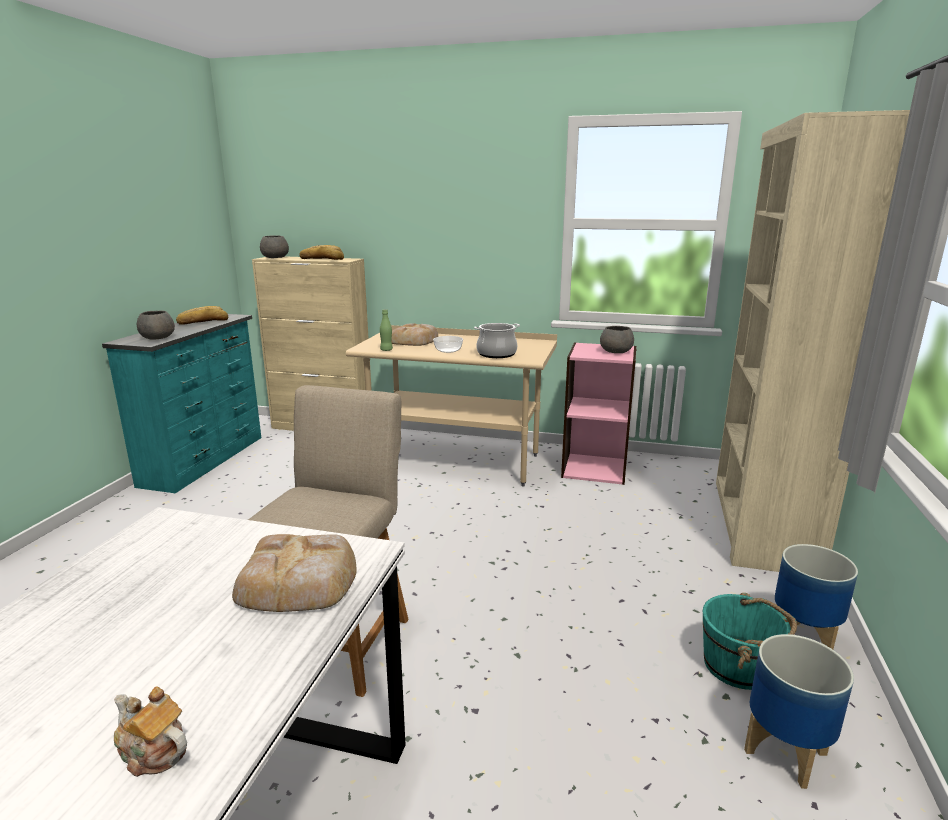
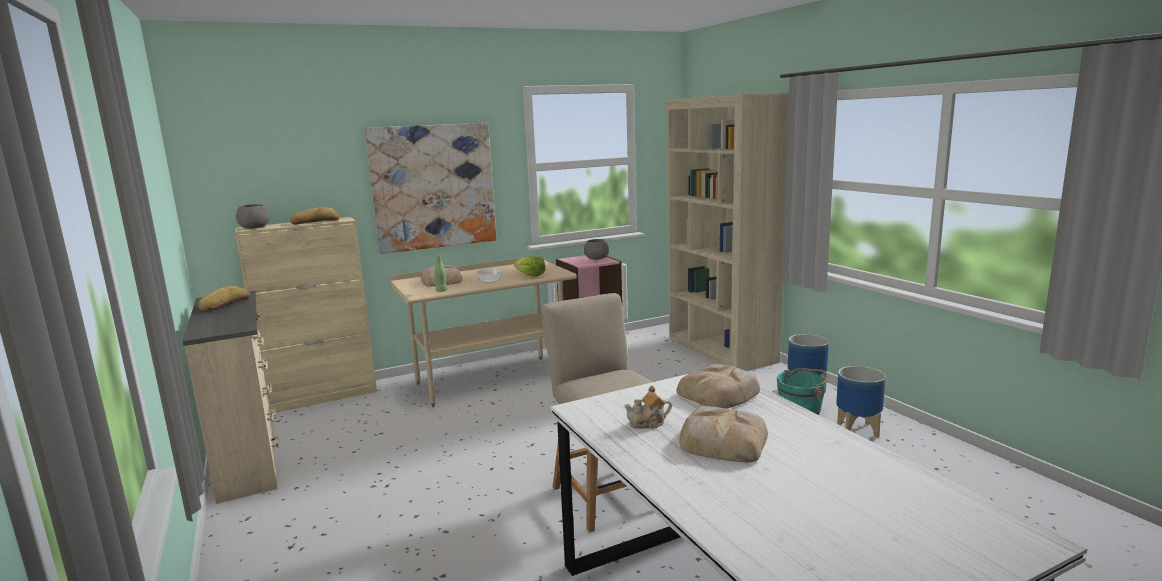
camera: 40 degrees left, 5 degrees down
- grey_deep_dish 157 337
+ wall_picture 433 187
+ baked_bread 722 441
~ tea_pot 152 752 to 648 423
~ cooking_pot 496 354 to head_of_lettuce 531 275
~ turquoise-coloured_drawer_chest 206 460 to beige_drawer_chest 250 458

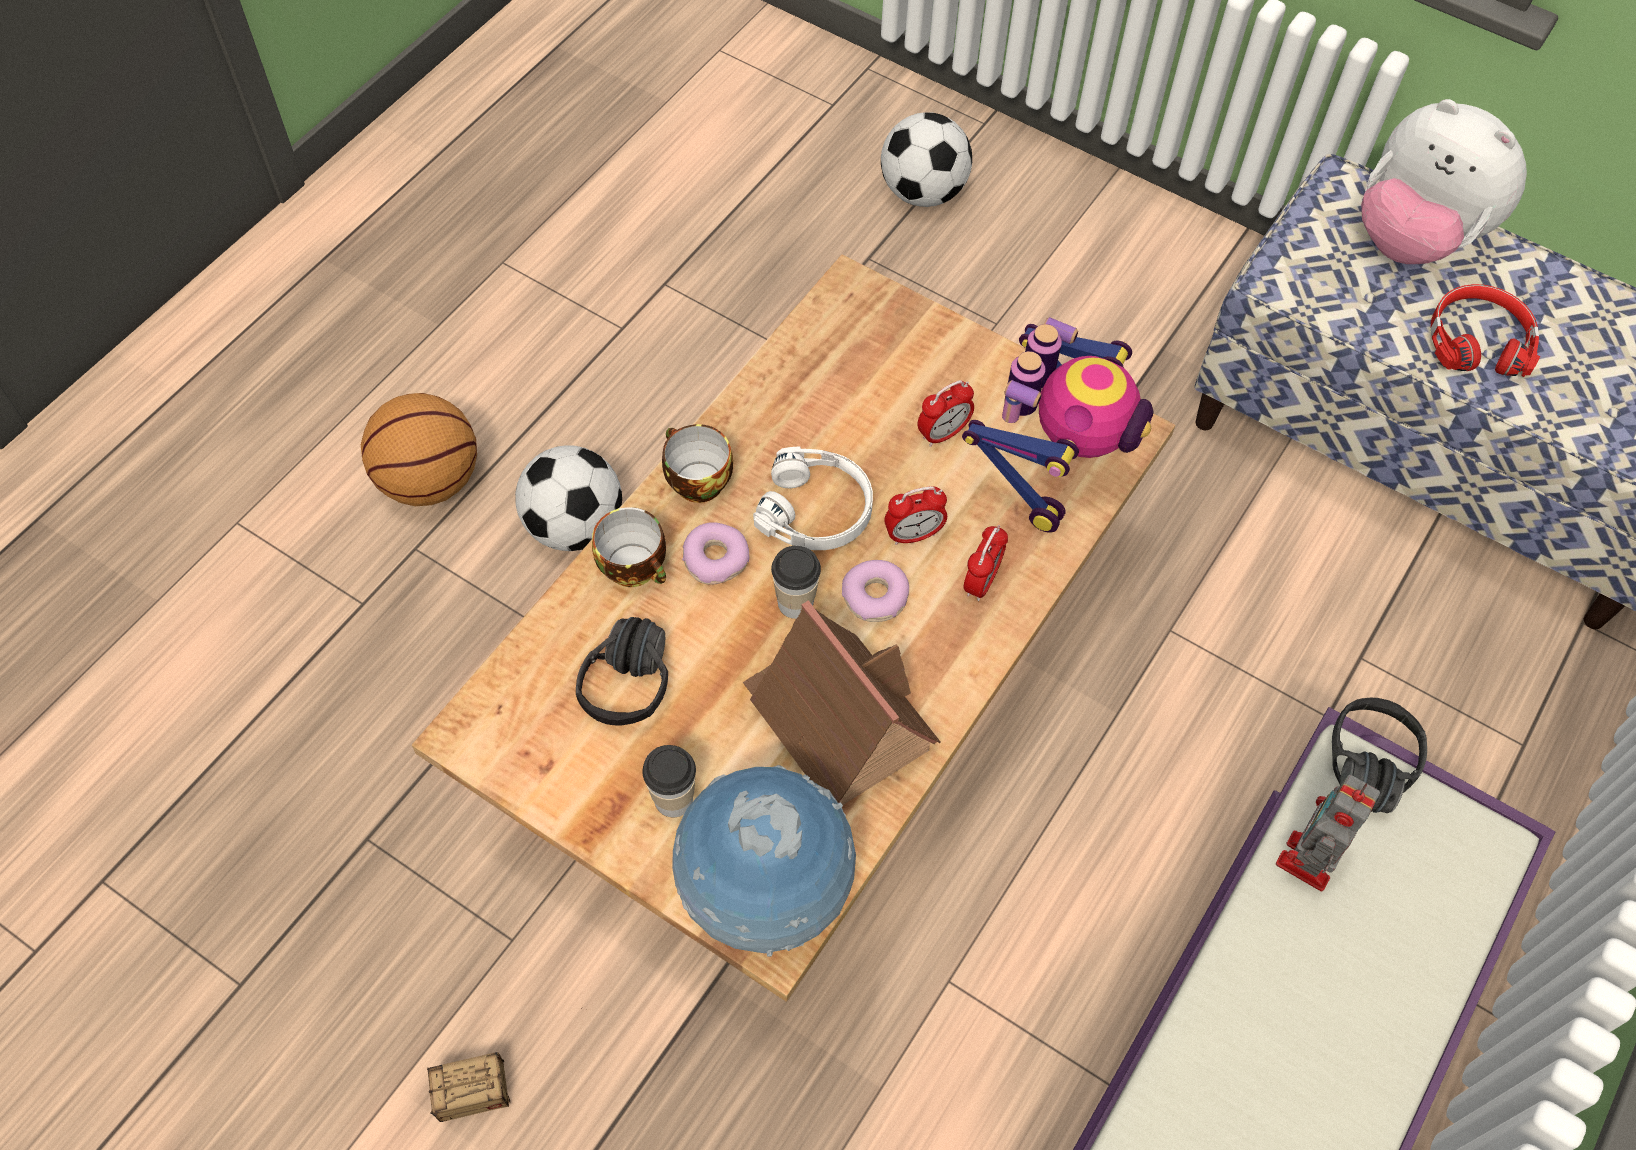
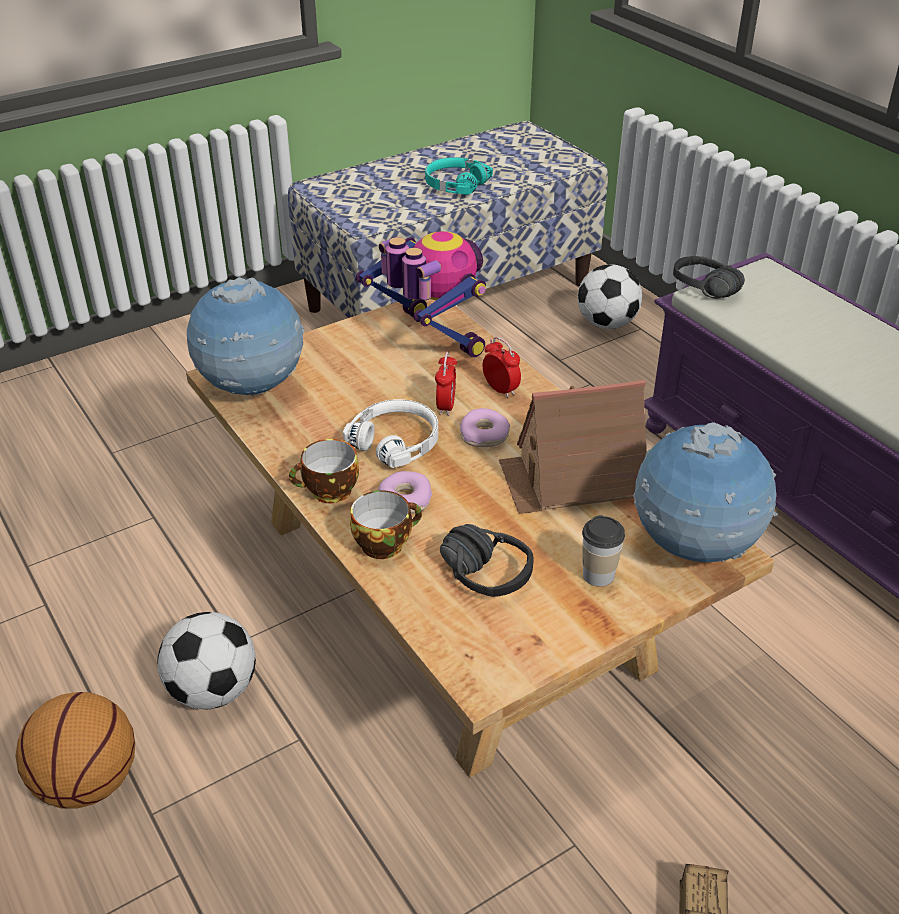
camera: 65 degrees left, 20 degrees down
- drinking_cup 795 602
- bedside_clock 943 434
- model_robot 1306 863
- soft_toy 1414 238
+ desk_globe 252 389
~ football 923 192 to 606 324
~ reddish_pair_of_headphones 1477 340 to turquoise-coloured_pair_of_headphones 455 184

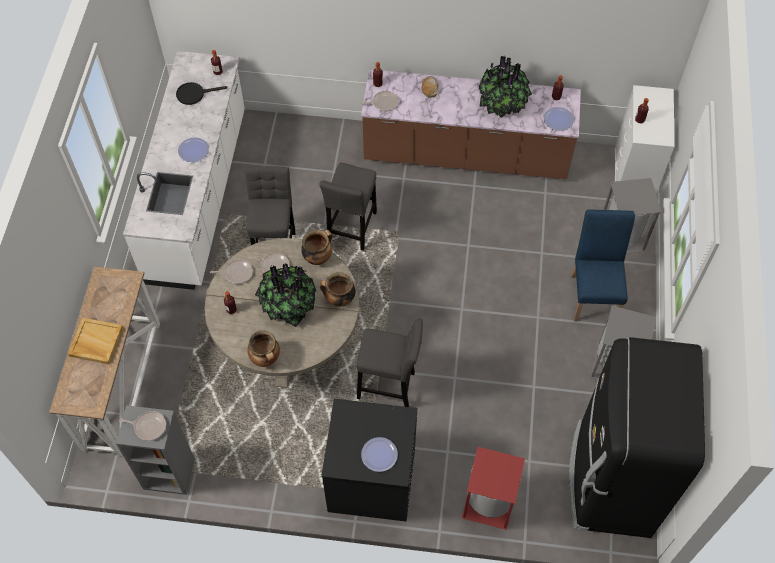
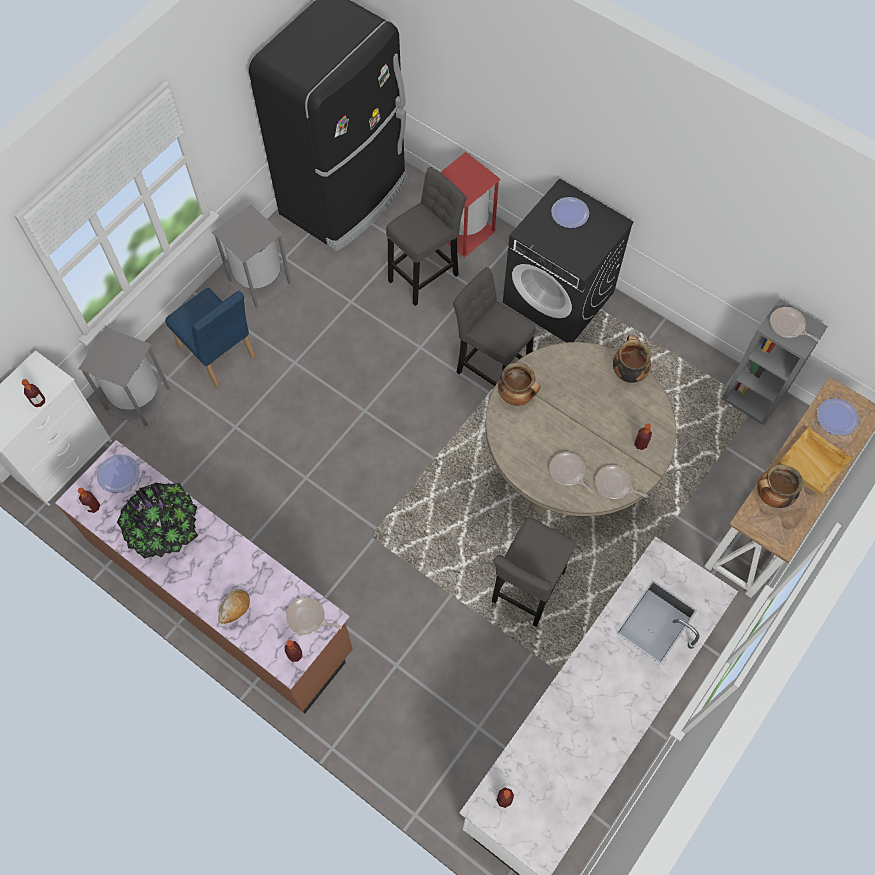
camera: 150 degrees left, 5 degrees up
- black_frying_pan 194 94
- houseplant 288 305
~ dinner_plate 193 150 to 837 417
~ cooking_pot 318 257 to 771 497
~ grey_sitting_stool 351 229 to 426 275
~ blue-coloured_upright_chair 594 294 = 220 356 75 degrees counterclockwise

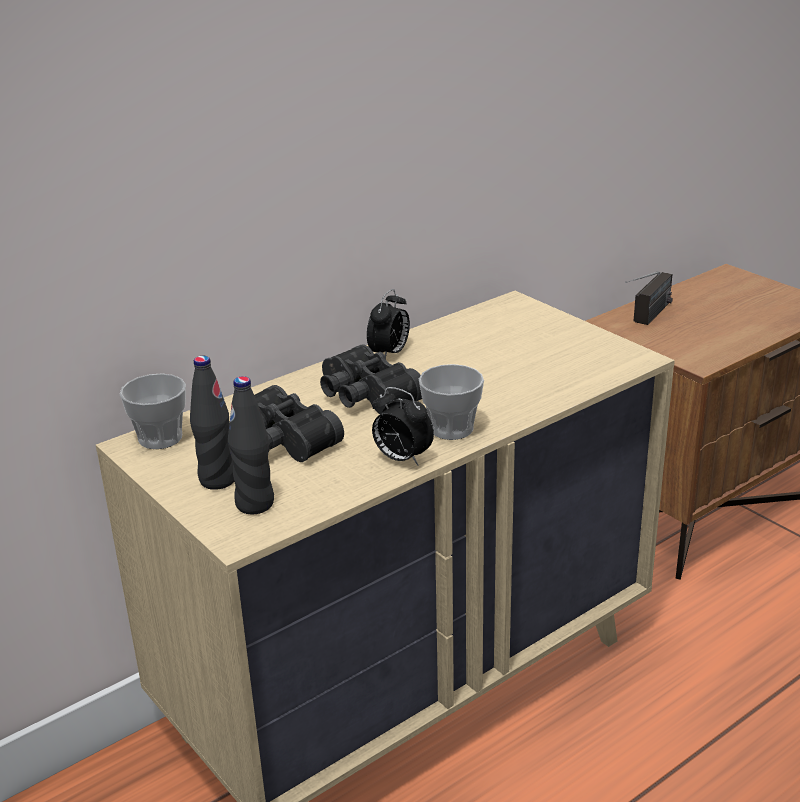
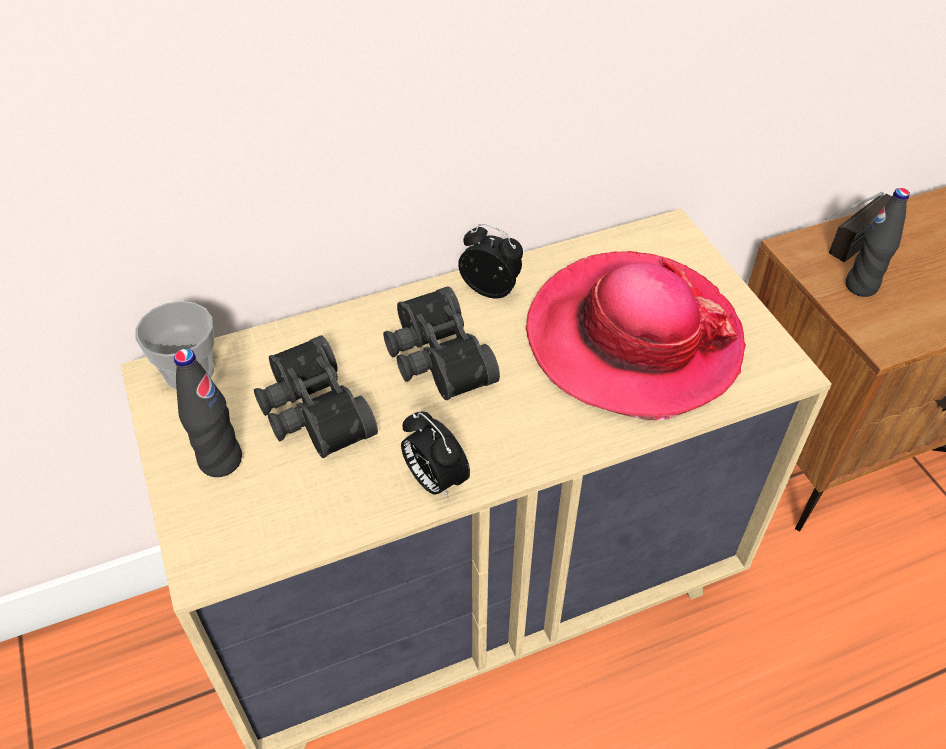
camera: 15 degrees right, 20 degrees up
- drinking_cup 451 429
+ clothing_hat 633 339
~ black_beverage_bottle 255 504 to 861 286
~ bedside_clock 389 354 = 491 289 105 degrees counterclockwise

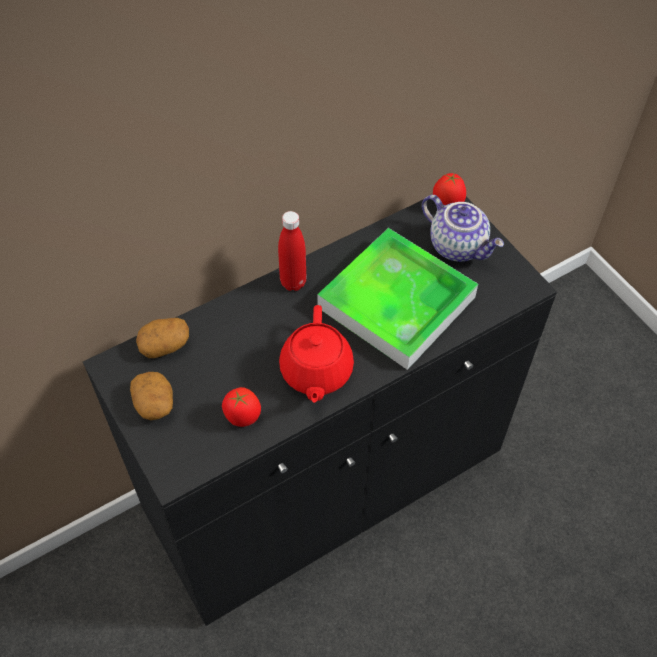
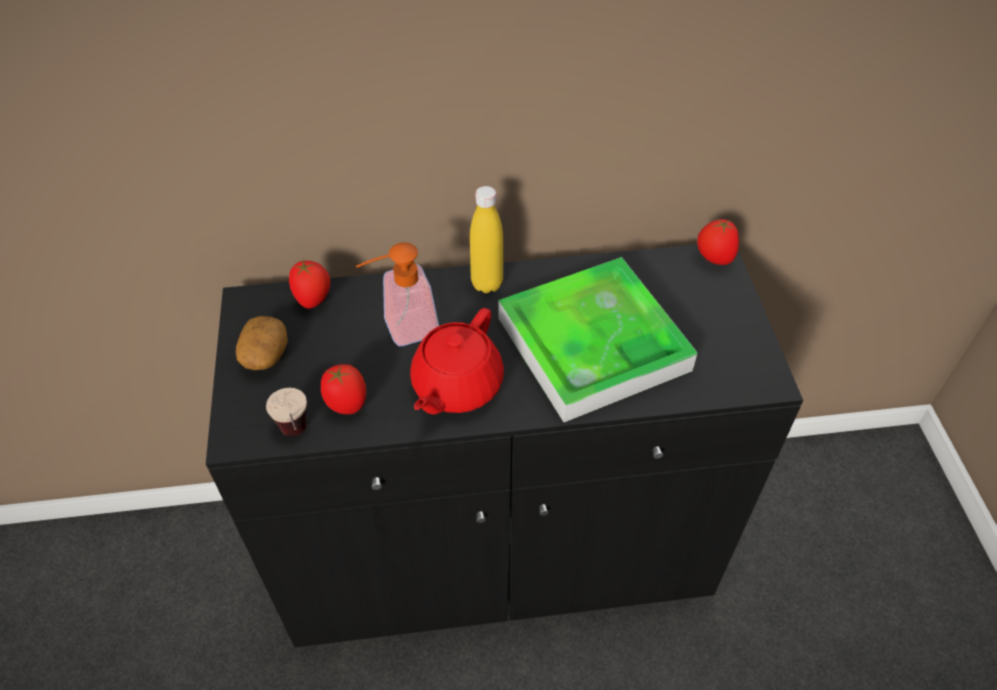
camera: 25 degrees right, 5 degrees down
- tea_pot 458 246
+ drinking_cup 297 438
+ liquid_soap_bottle 401 330
~ spud 165 344 to whole_tomato 313 300
~ reddish_beverage_bottle 293 282 to yellow-coloured_beverage_bottle 487 283

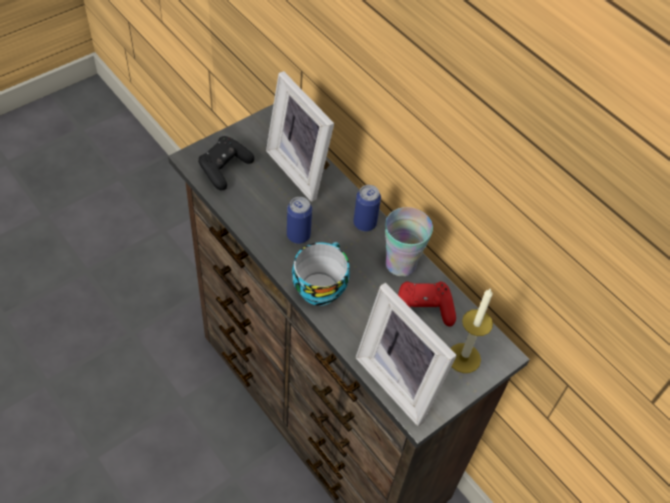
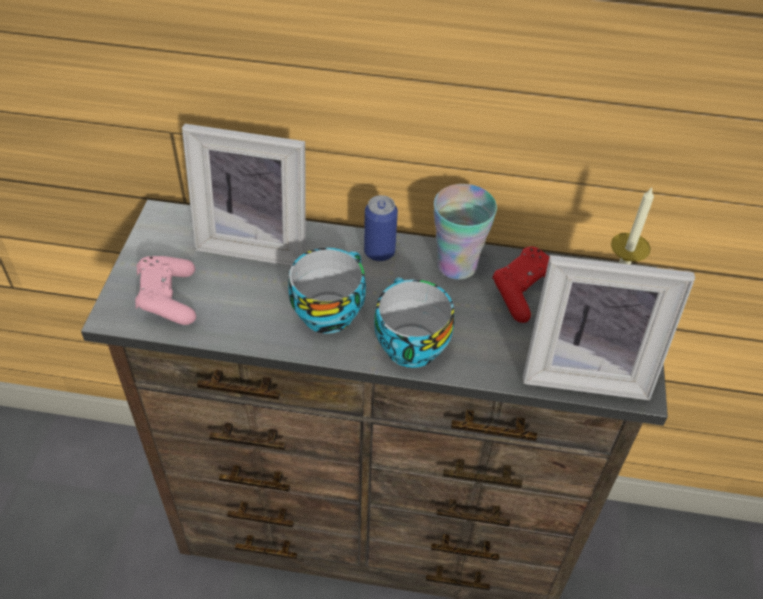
camera: 40 degrees left, 5 degrees down
~ sealed_can 298 235 to drinking_cup 328 310
~ black_joypad 224 169 to pink-coloured_joypad 168 299

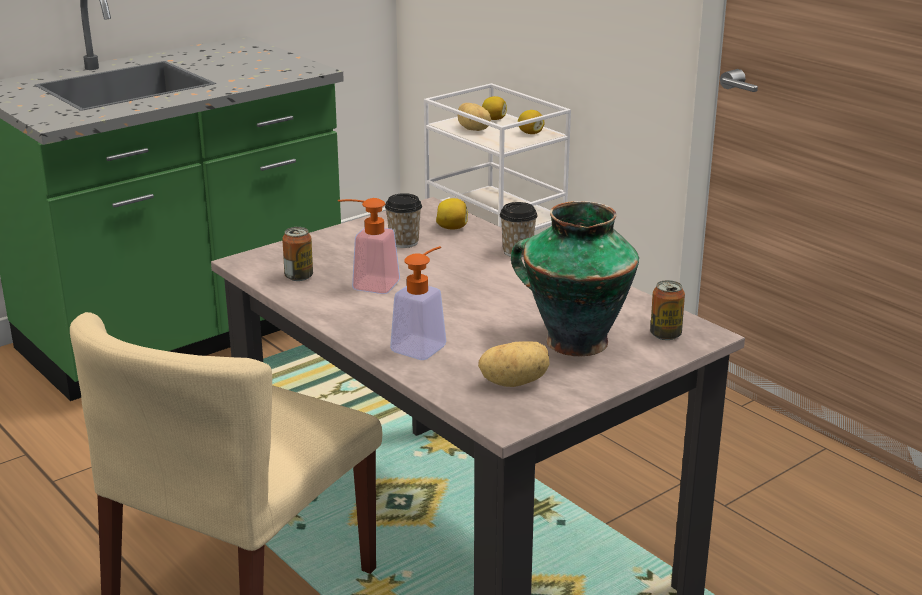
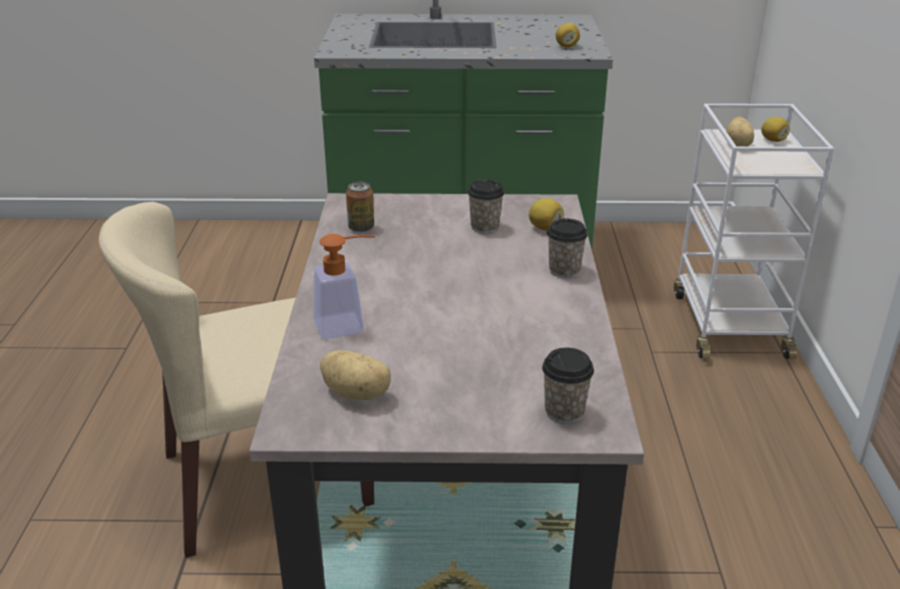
camera: 40 degrees right, 5 degrees up
- liquid_soap_bottle 368 284
- vase 573 341
~ lemon 530 133 to 566 46
~ sealed_can 665 335 to drinking_cup 564 412

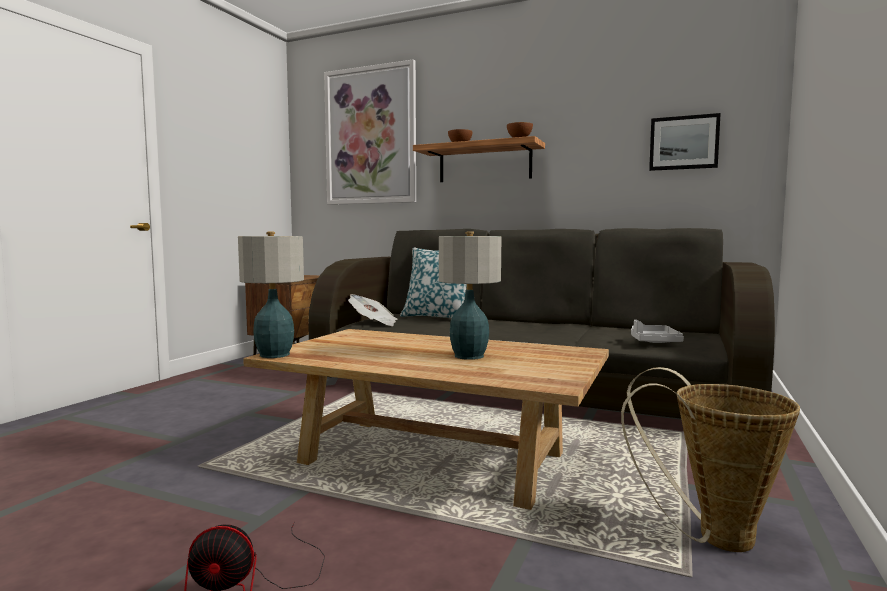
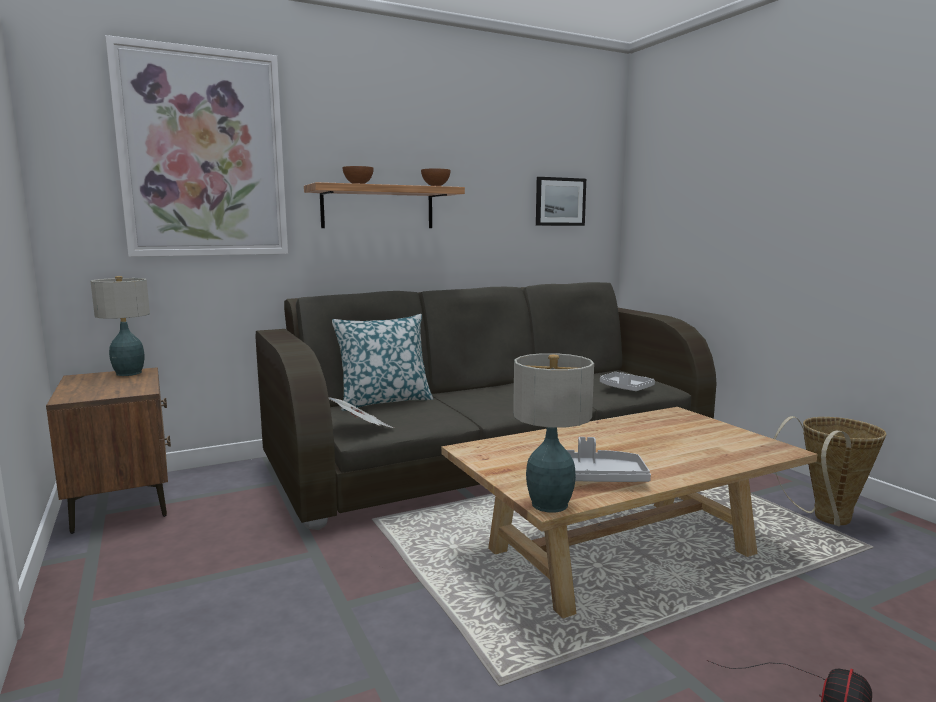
camera: 50 degrees left, 5 degrees up
+ grey_serving_tray 603 477
~ table_lamp 468 356 to 128 373

